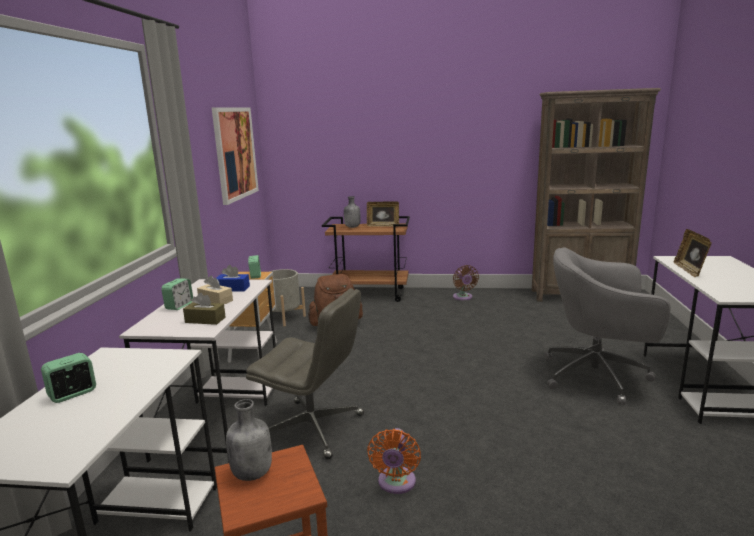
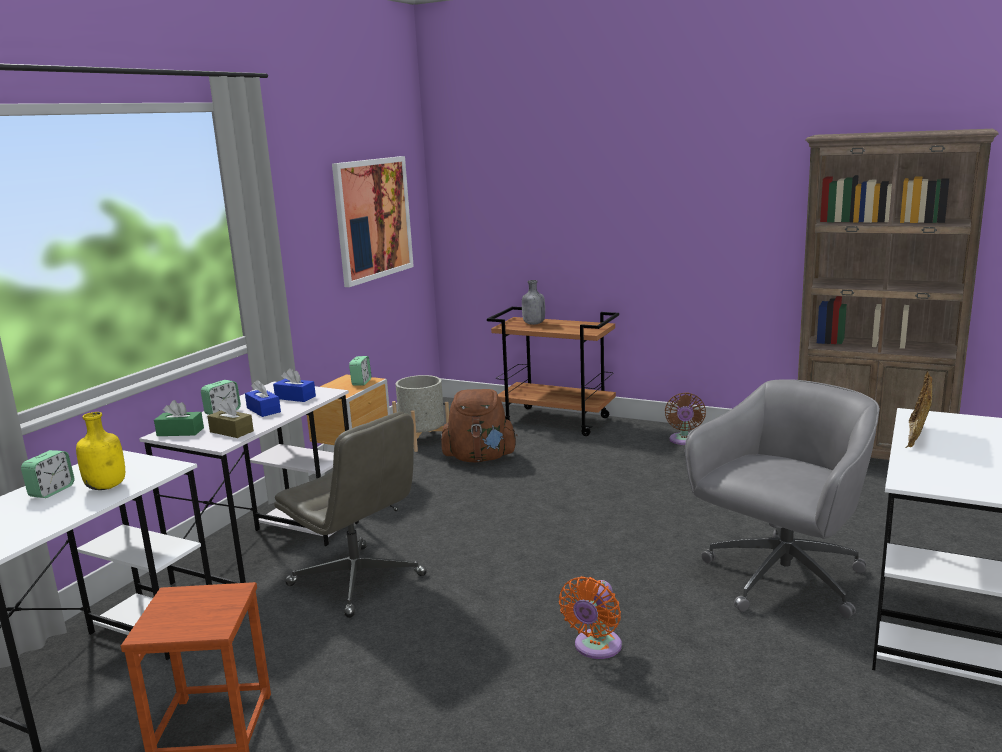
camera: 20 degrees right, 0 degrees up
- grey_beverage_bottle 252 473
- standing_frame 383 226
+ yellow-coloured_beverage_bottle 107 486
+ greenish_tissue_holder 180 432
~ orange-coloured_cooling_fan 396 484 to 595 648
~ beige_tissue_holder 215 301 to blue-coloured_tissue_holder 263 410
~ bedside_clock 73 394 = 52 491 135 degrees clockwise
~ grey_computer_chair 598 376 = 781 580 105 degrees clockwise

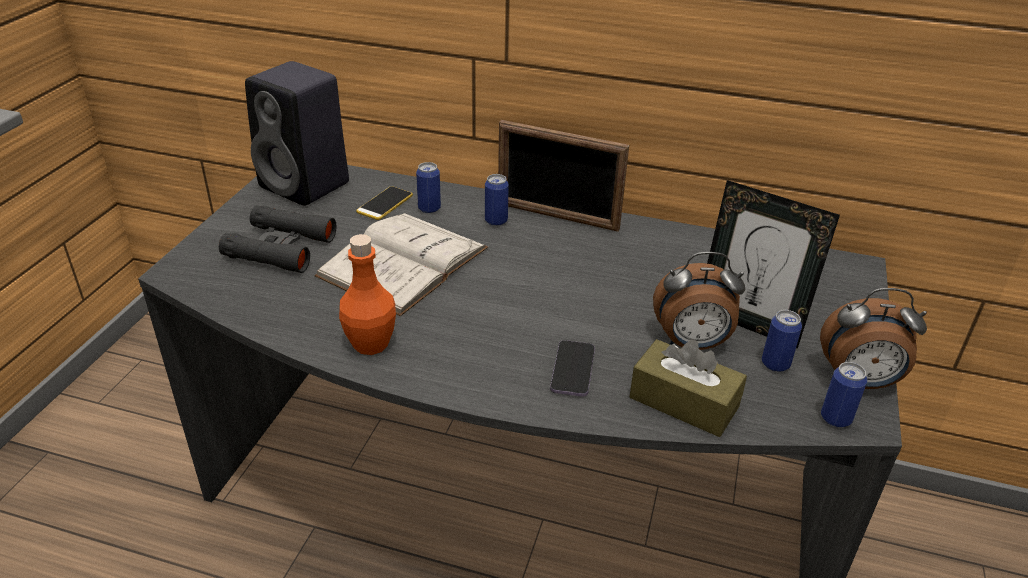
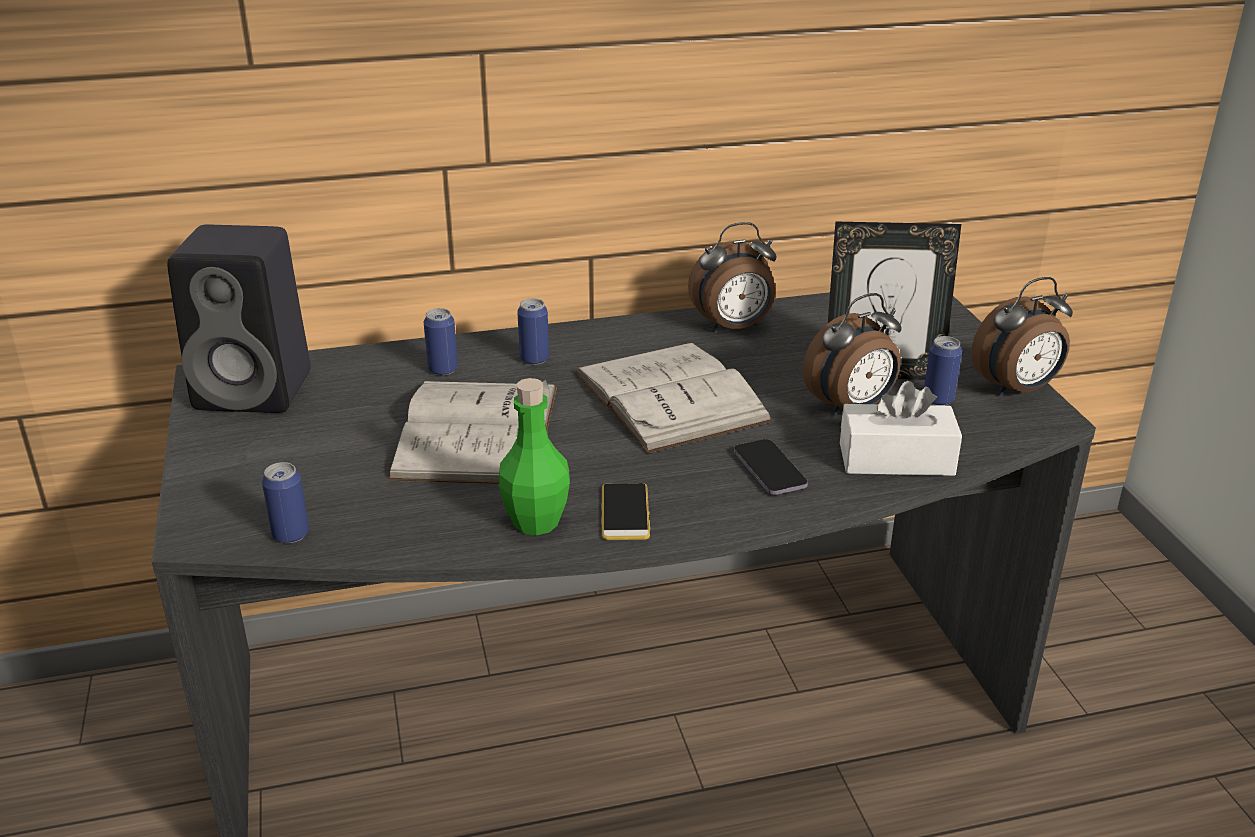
camera: 30 degrees left, 5 degrees down
- black_pair_of_binoculars 280 247
- standing_frame 557 216
+ whitish_bound_book 670 396
+ bedside_clock 733 327
~ telephone 385 204 to 625 512
~ sealed_can 835 418 to 290 534
~ orange-coloured_beverage_bottle 370 344 to greenish_beverage_bottle 536 522
~ brown-coloured_tissue_holder 684 402 to whitish_tissue_holder 896 459

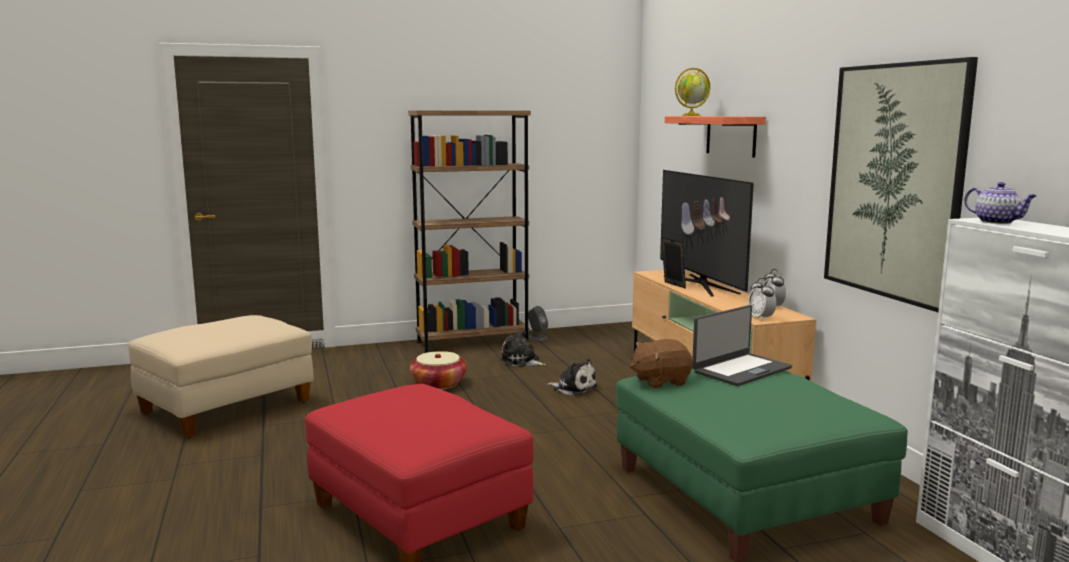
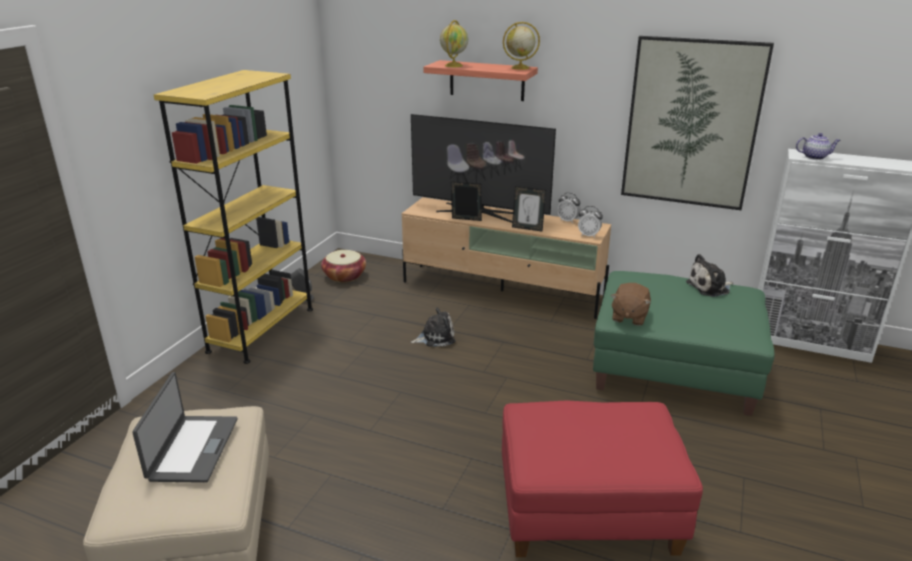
camera: 50 degrees left, 15 degrees up
+ desk_globe 519 68
+ standing_frame 527 228
~ household_basket 438 384 to 344 276
~ soft_toy 521 361 to 710 288
~ portable_computer 741 370 to 192 449
~ brown-coloured_shelving_unit 472 343 to yellow-coloured_shelving_unit 261 329

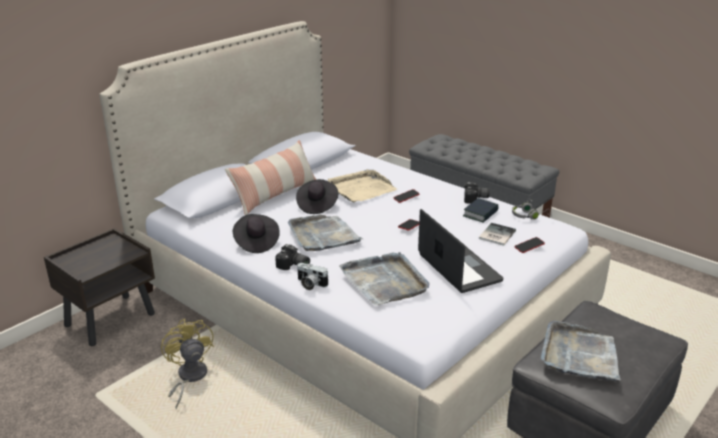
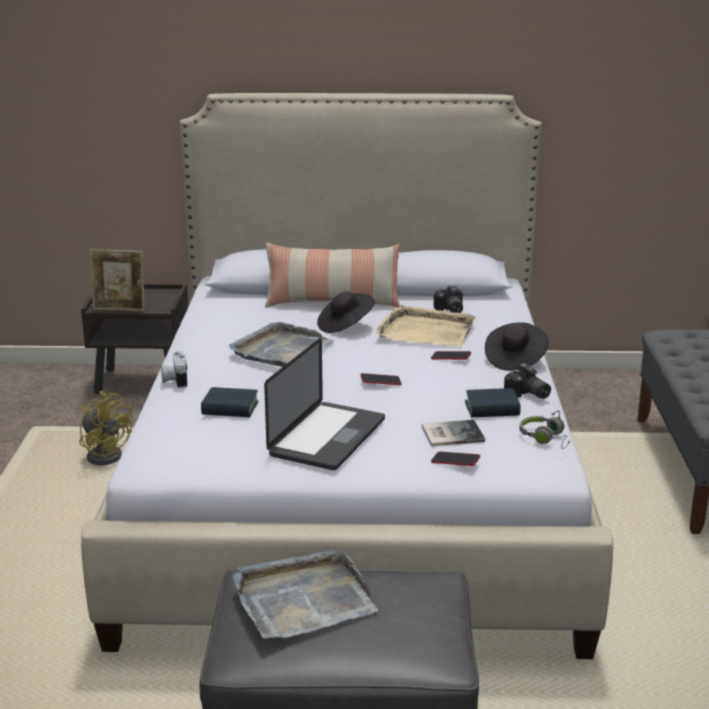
camera: 50 degrees right, 5 degrees down
+ standing_frame 120 309
~ black_clothing_hat 256 242 to 515 360
~ still_camera 293 266 to 449 310
~ grey_serving_tray 385 281 to bound_book 230 408
~ yellow-coloured_cooling_fan 189 378 = 106 454 105 degrees clockwise

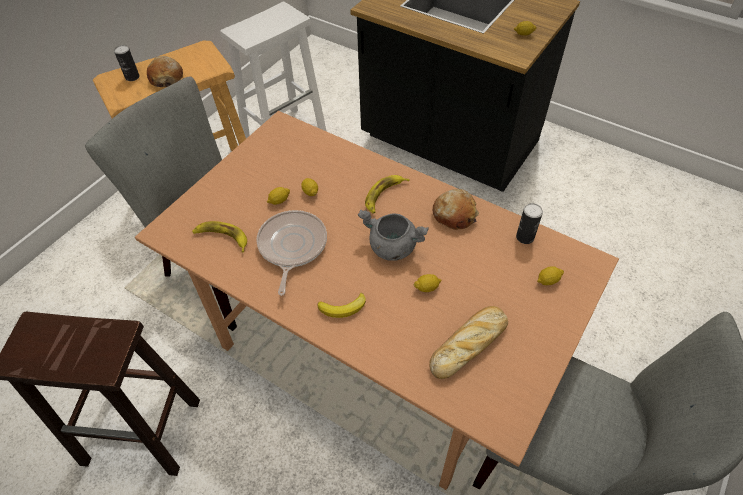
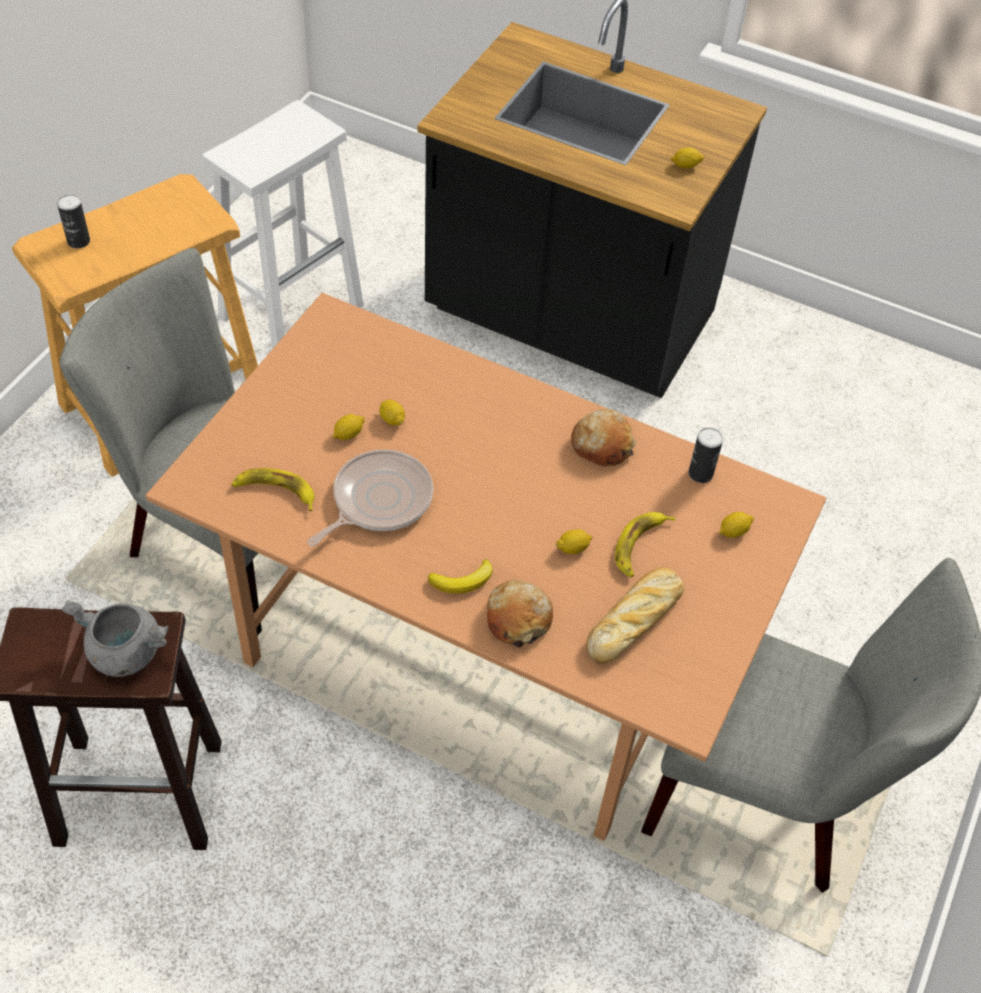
camera: 10 degrees left, 0 degrees up
~ baked_bread 166 78 to 517 619
~ grey_cooking_pot 391 247 to 124 653
~ banana_fruit 384 196 to 640 546
~ frying_pan 291 247 = 378 500 45 degrees clockwise

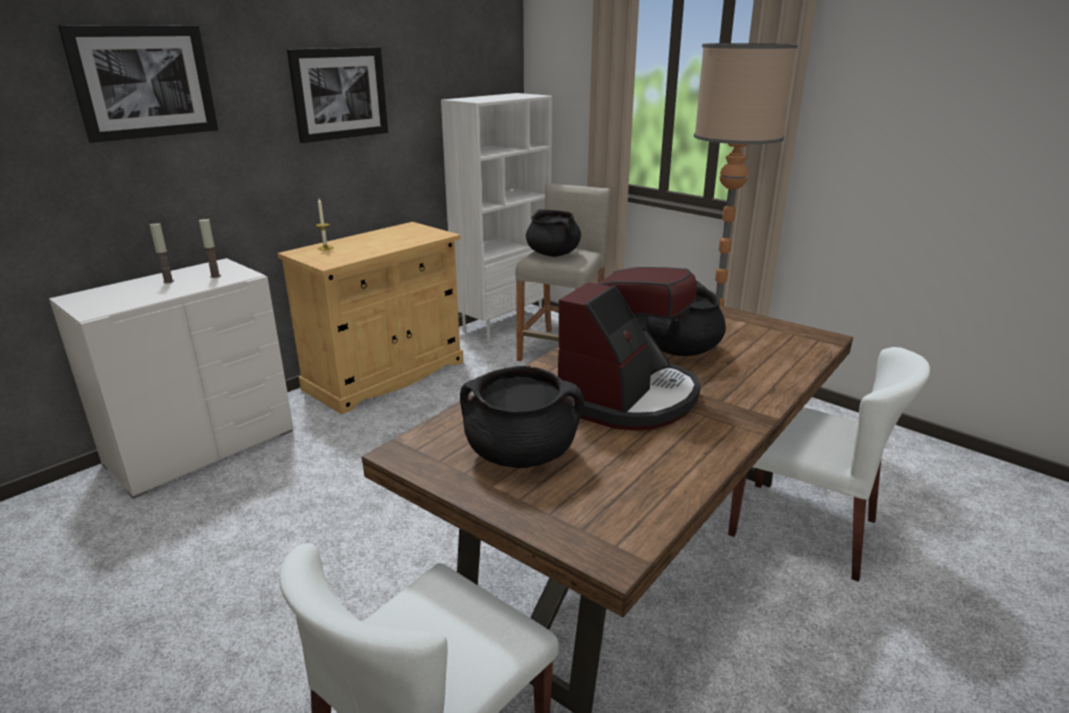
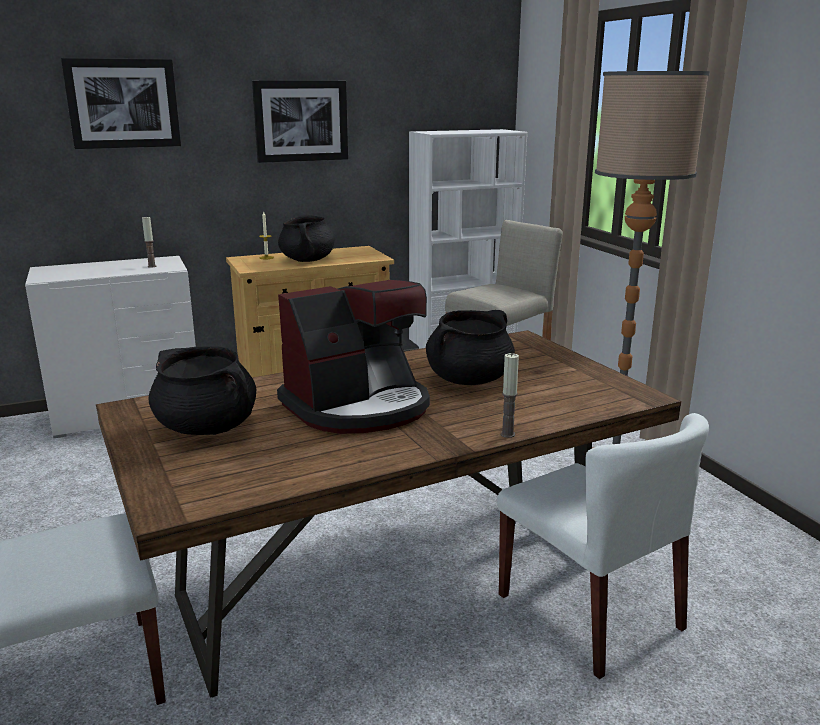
camera: 25 degrees right, 5 degrees down
~ wax_light 168 281 to 507 434
~ black_cooking_pot 553 254 to 307 260

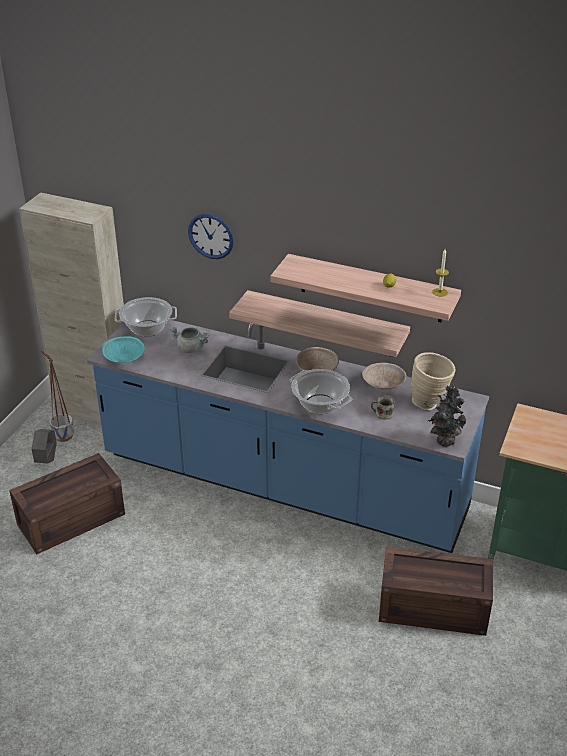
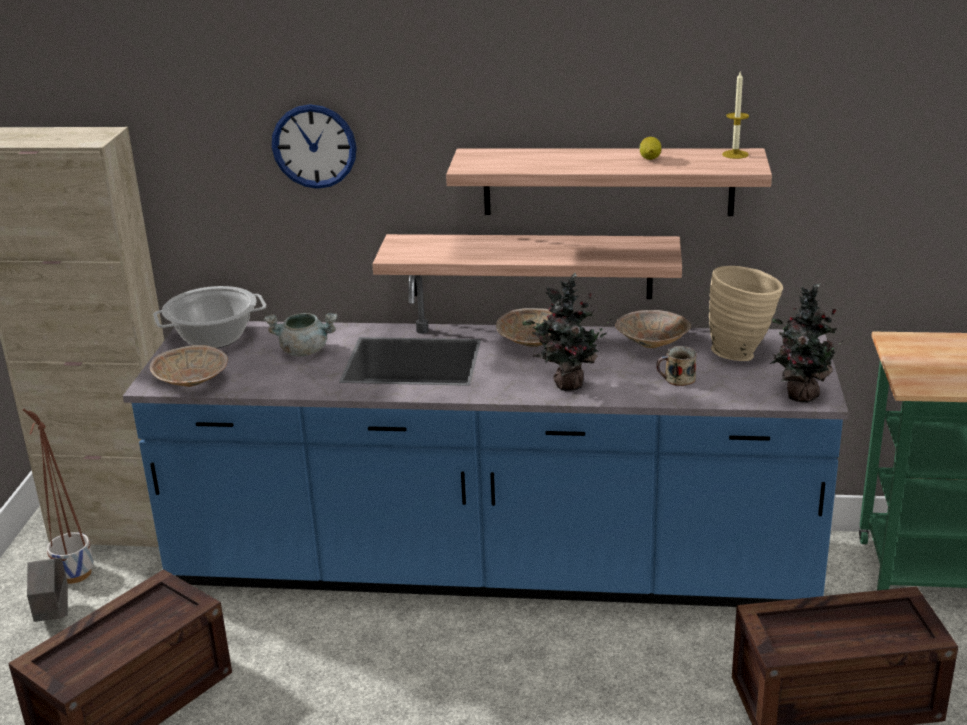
camera: 15 degrees left, 10 degrees down
~ cooking_pot 319 404 to houseplant 566 385
~ turquoise-coloured_deep_dish 124 359 to beige_deep_dish 192 383

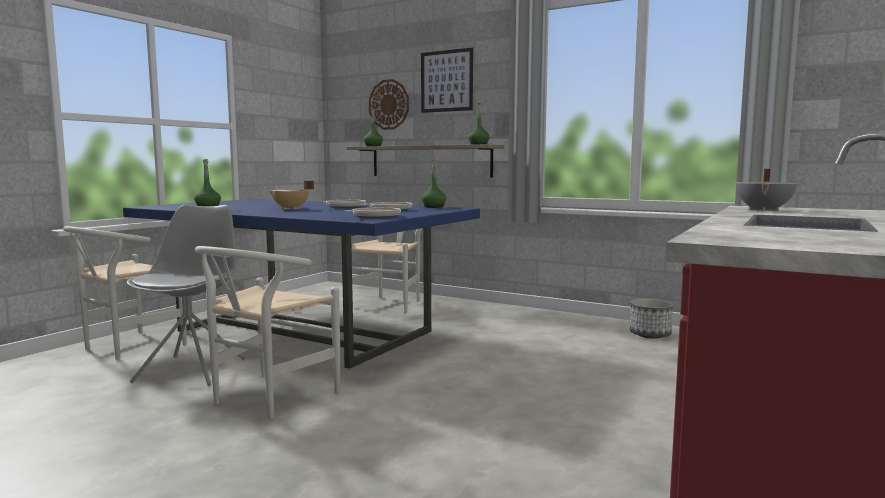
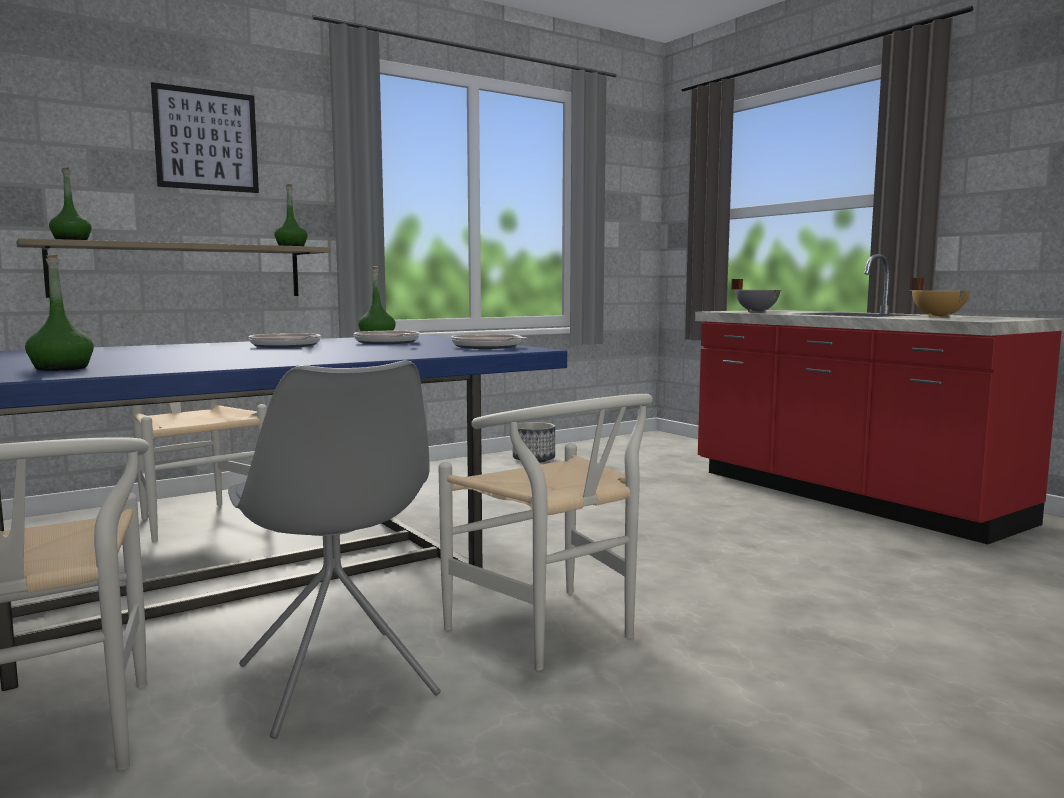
camera: 65 degrees left, 0 degrees up
- hanging_clock 389 104
~ beige_cooking_pot 291 209 to 939 317
~ grey_upright_chair 192 369 = 337 682 150 degrees counterclockwise

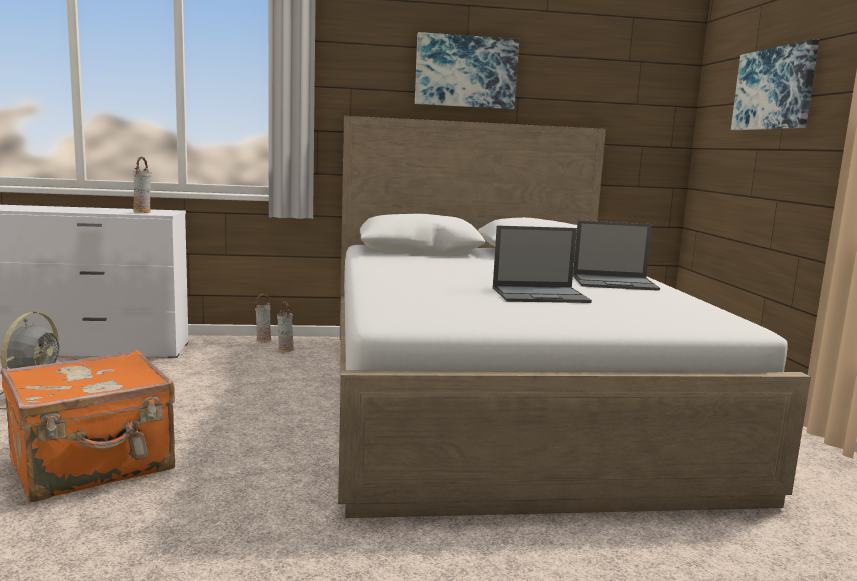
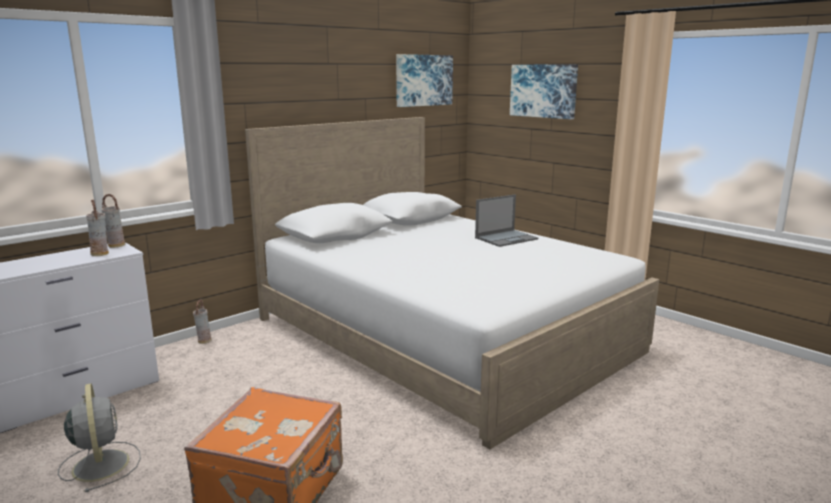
camera: 35 degrees left, 5 degrees up
- portable_computer 541 295
~ vase 285 350 to 116 246
~ wall_picture 466 71 to 423 80

